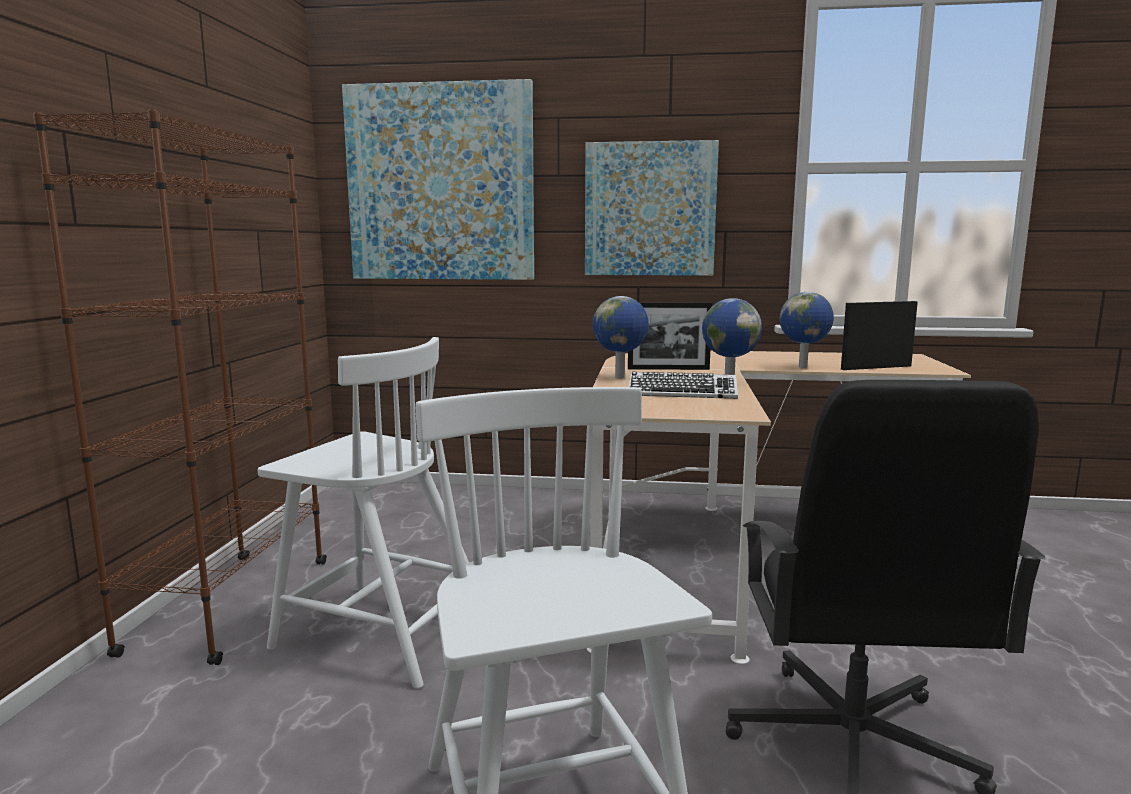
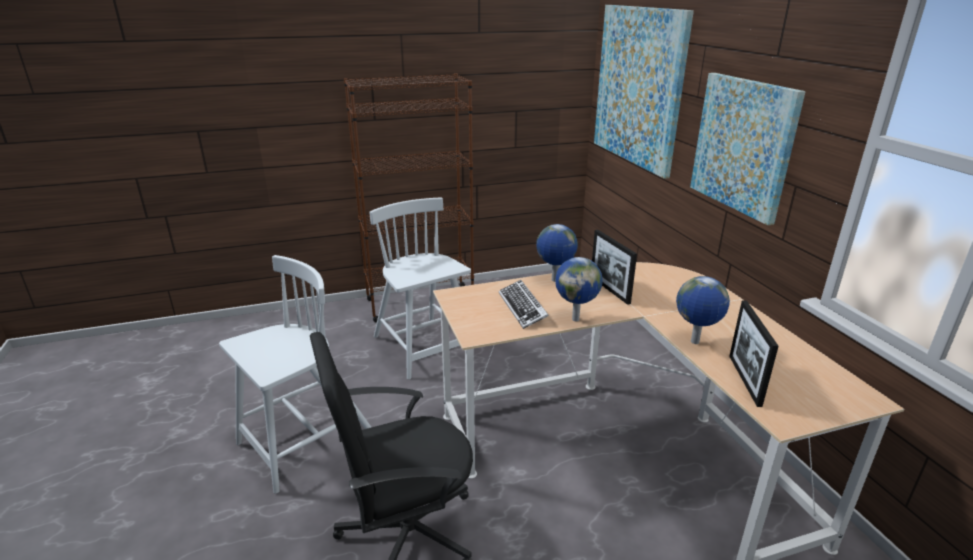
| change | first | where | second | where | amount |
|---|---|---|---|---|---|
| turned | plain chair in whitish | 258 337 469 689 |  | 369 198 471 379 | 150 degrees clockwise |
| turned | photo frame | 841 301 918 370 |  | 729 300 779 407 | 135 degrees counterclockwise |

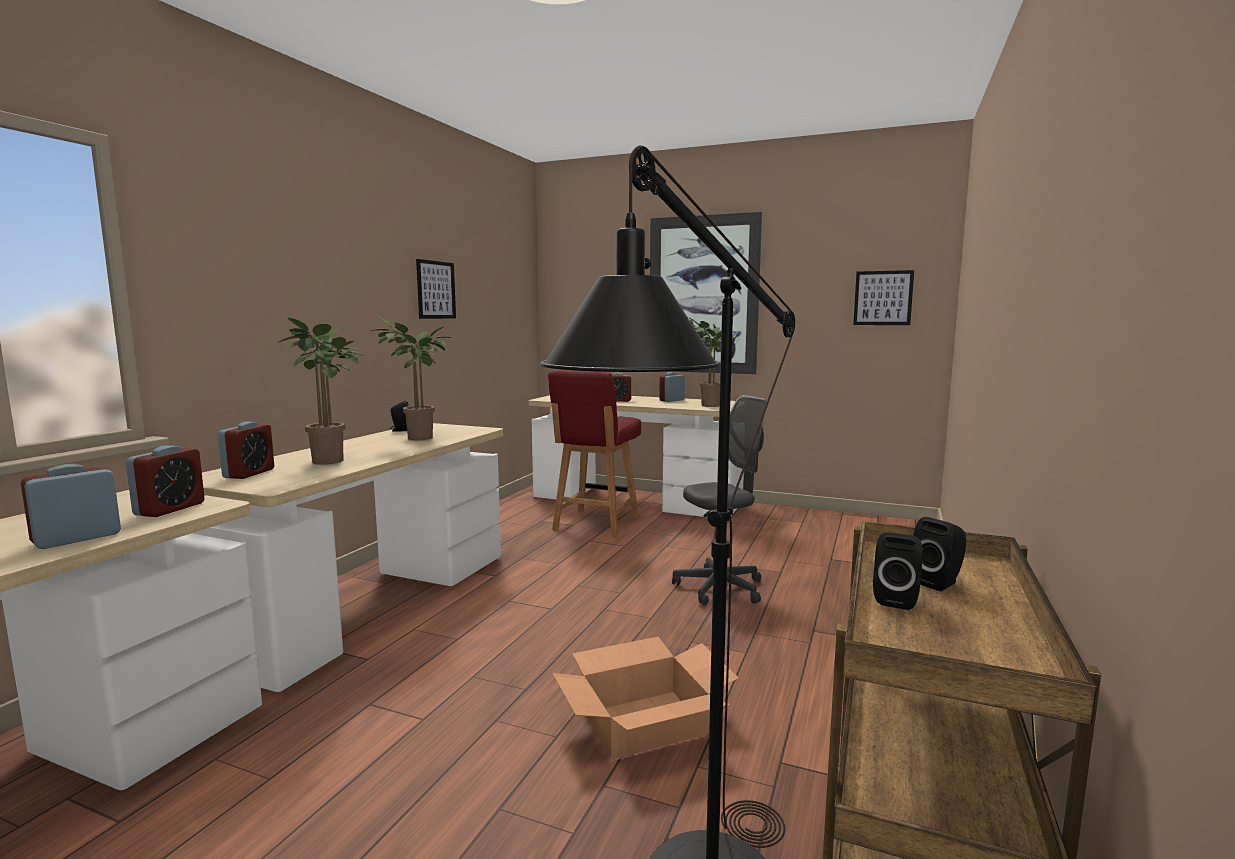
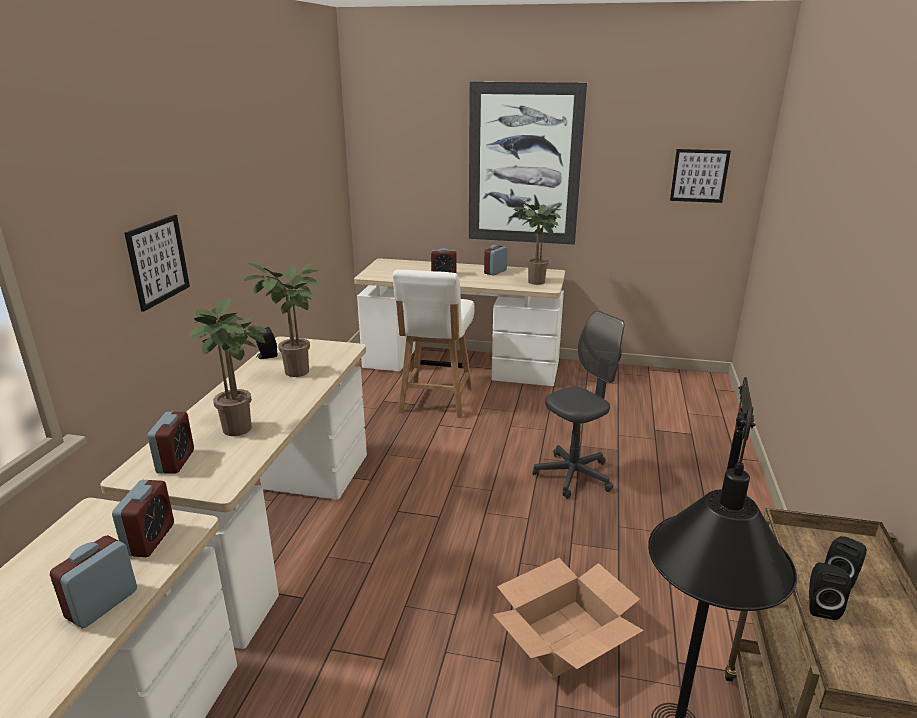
| change | first | where | second | where | amount |
|---|---|---|---|---|---|
| moved | wall picture | 416 259 456 319 |  | 124 215 190 312 |  |
| recoloured | plain chair in reddish | 548 370 641 537 | plain chair in whitish | 393 270 475 418 |  |

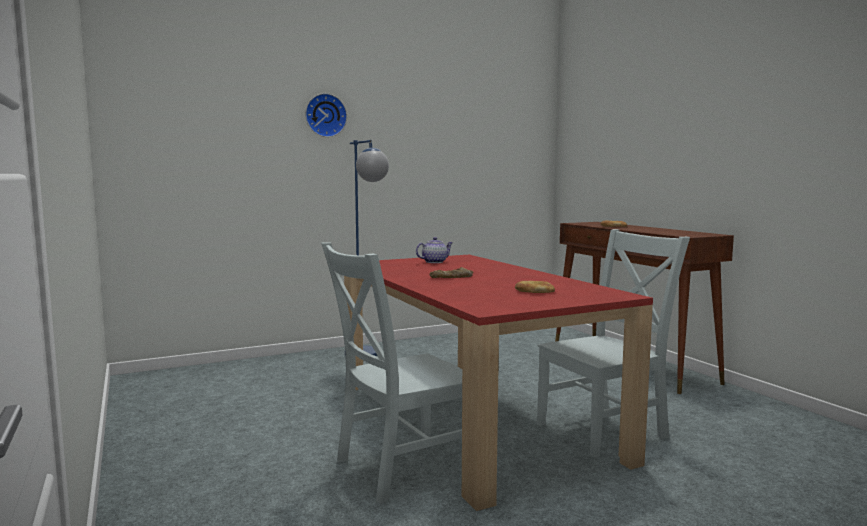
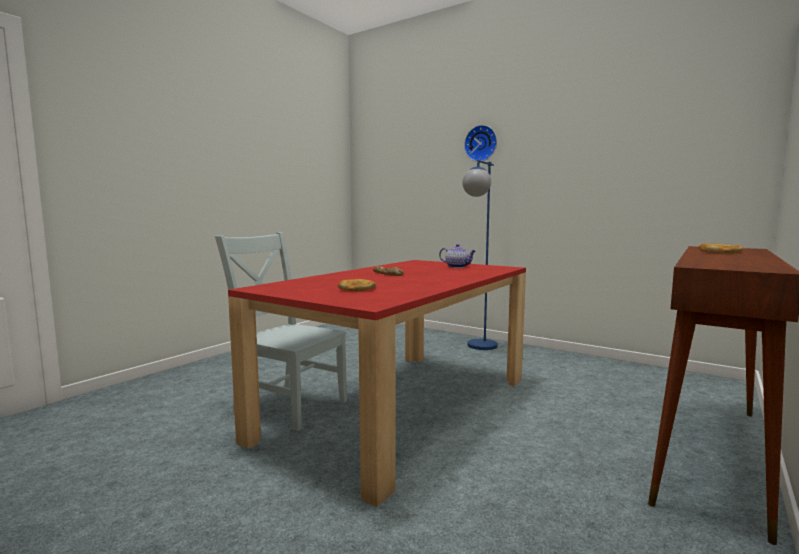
| change | first | where | second | where | amount |
|---|---|---|---|---|---|
| removed | plain chair in grey | 537 229 690 457 |  |  |  |

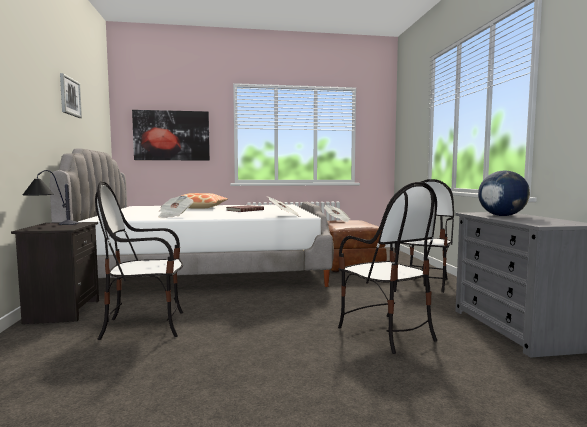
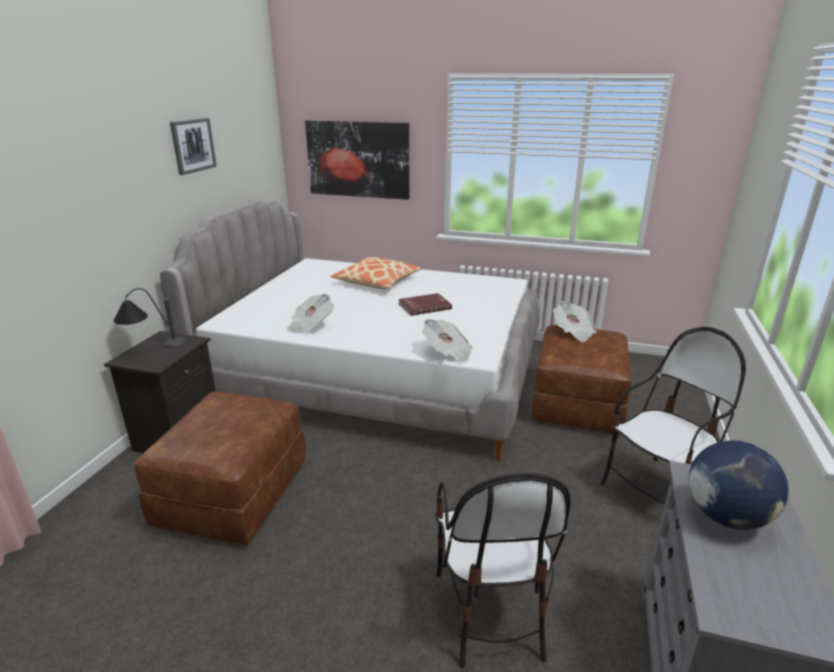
| change | first | where | second | where | amount |
|---|---|---|---|---|---|
| replaced | plain chair | 95 181 183 340 | footrest in brownish | 134 392 306 545 |  |

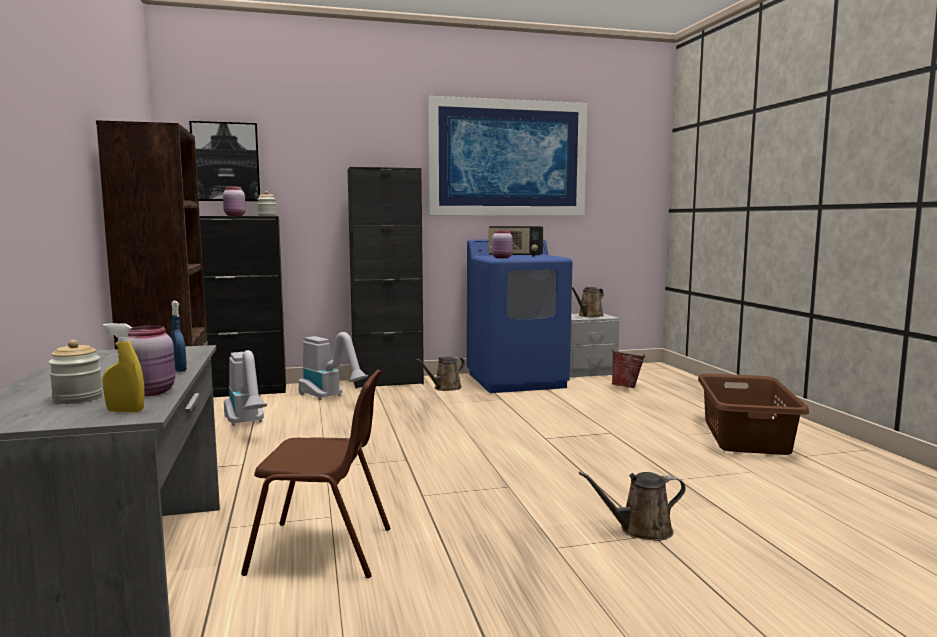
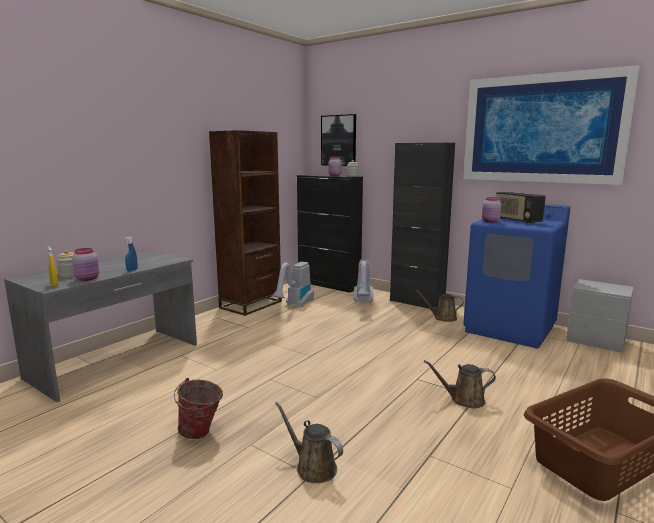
| change | first | where | second | where | amount |
|---|---|---|---|---|---|
| removed | plain chair in brownish | 241 370 390 578 |  |  |  |
| moved | watering can in brownish | 572 287 604 317 |  | 424 360 496 408 |  |
| moved | bucket | 612 349 647 388 |  | 174 378 223 439 |  |

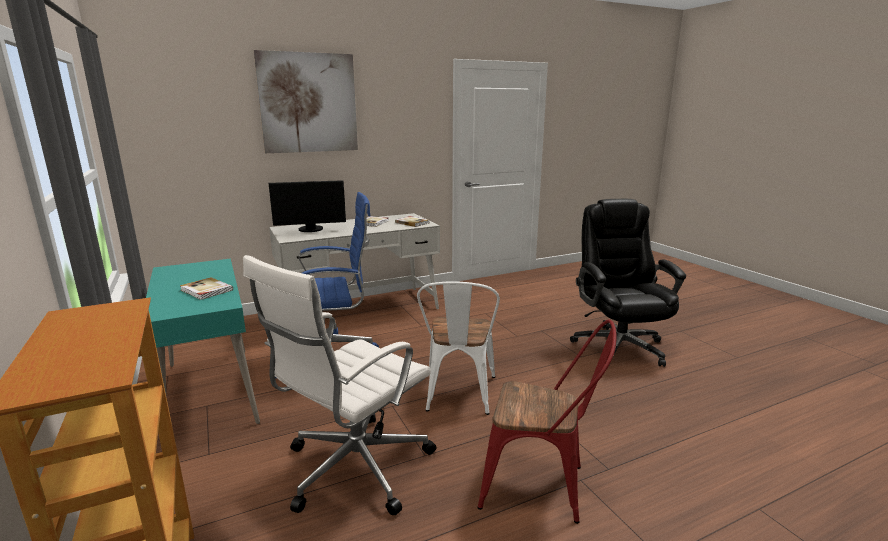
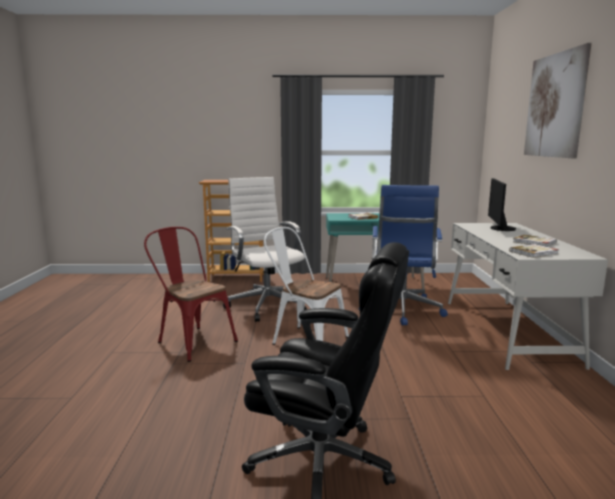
| change | first | where | second | where | amount |
|---|---|---|---|---|---|
| turned | plain chair in reddish | 478 319 616 524 |  | 144 227 238 362 | 90 degrees clockwise |

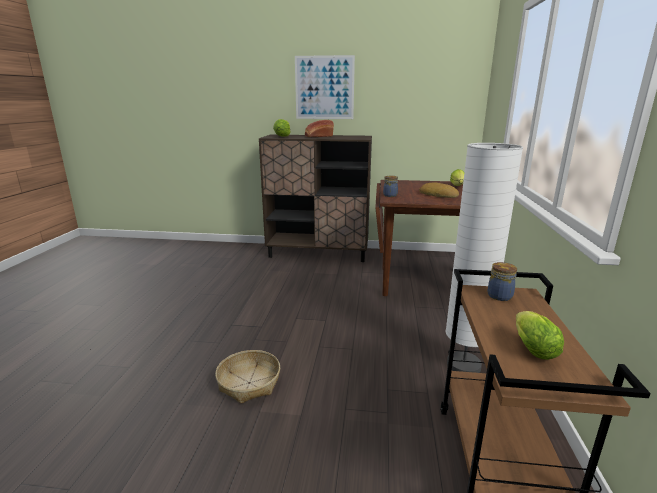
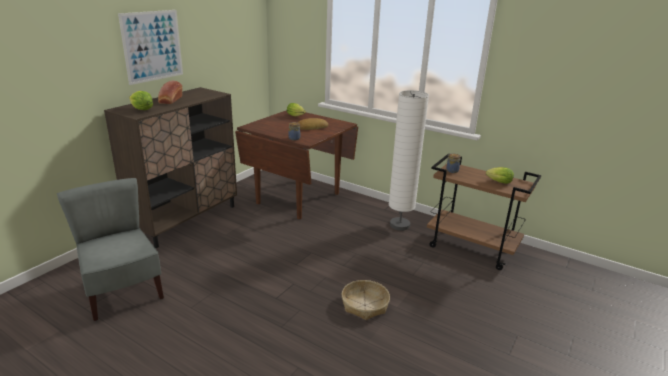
| change | first | where | second | where | amount |
|---|---|---|---|---|---|
| added |  |  | plain chair in grey | 57 178 164 321 |  |

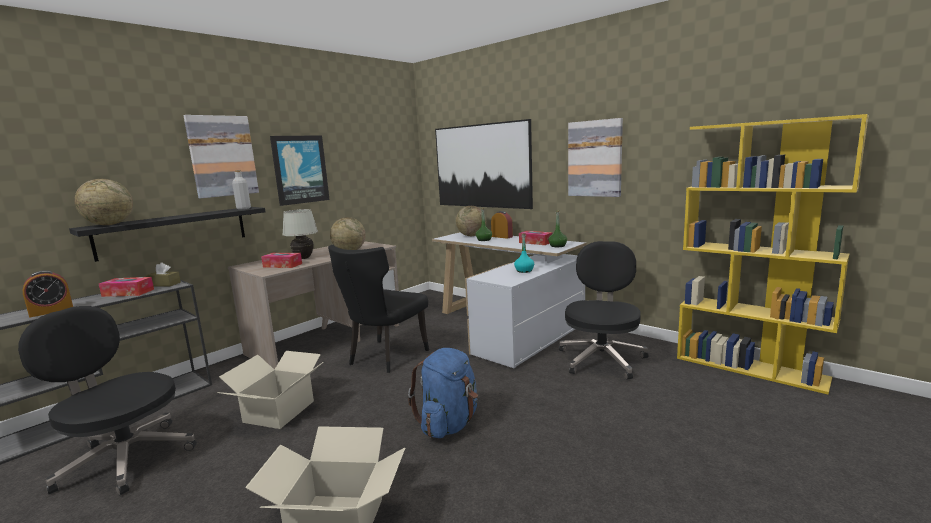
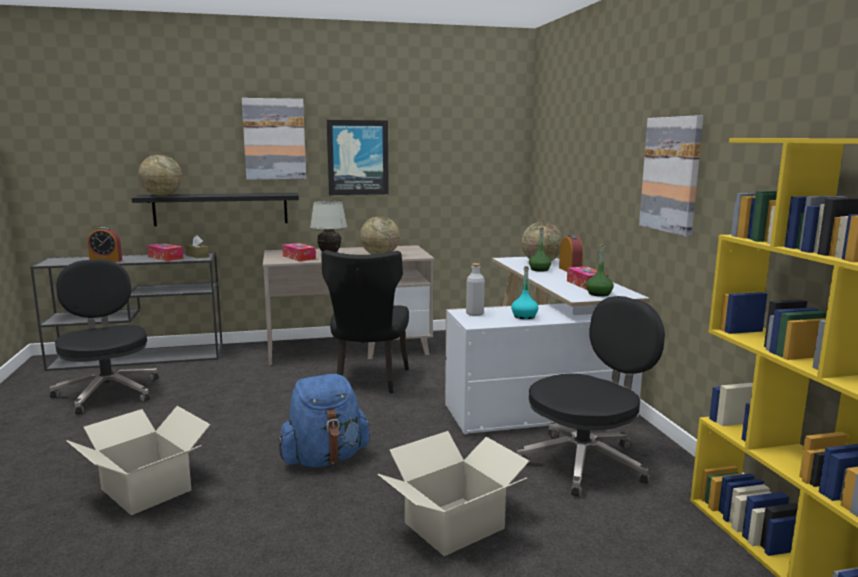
| change | first | where | second | where | amount |
|---|---|---|---|---|---|
| moved | cardboard box | 217 351 323 429 |  | 378 431 529 556 |  |
| moved | beverage bottle in grey | 232 170 251 209 |  | 466 263 485 316 |  |
| turned | plain chair in black | 328 244 429 373 |  | 321 250 409 394 | 60 degrees counterclockwise |
| removed | wall picture | 435 119 533 209 |  |  |  |

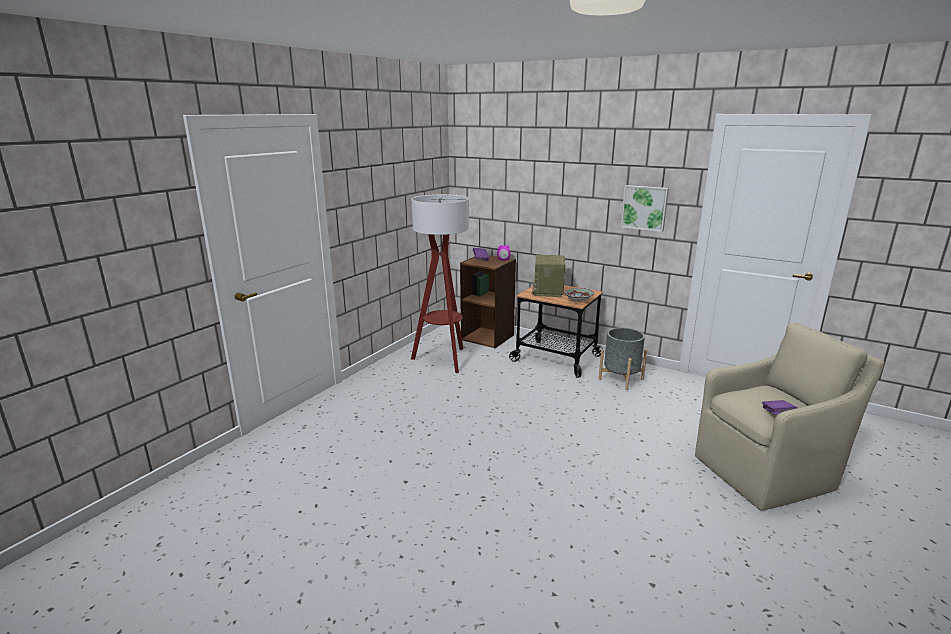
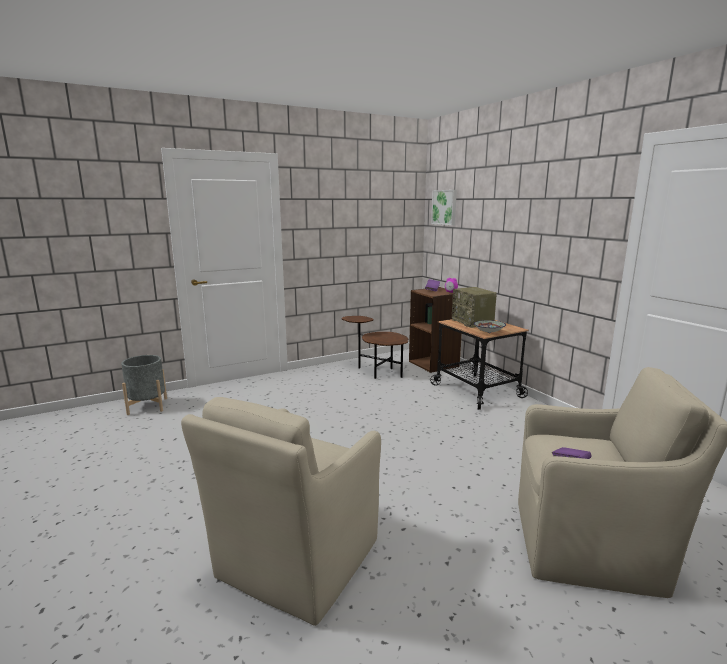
| change | first | where | second | where | amount |
|---|---|---|---|---|---|
| replaced | standard lamp | 411 194 469 373 | end table in brownish | 342 316 408 379 |  |
| turned | radio set | 531 255 565 297 |  | 452 287 497 328 | 60 degrees counterclockwise |
| moved | plant pot in grey | 598 328 647 390 |  | 121 355 167 415 |  |
| moved | wall picture | 621 185 669 232 |  | 431 190 457 225 |  |
| added |  |  | armchair in beige-coloured | 181 397 381 626 |  |

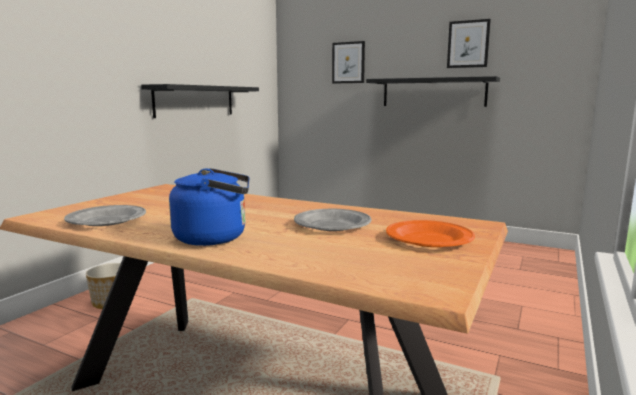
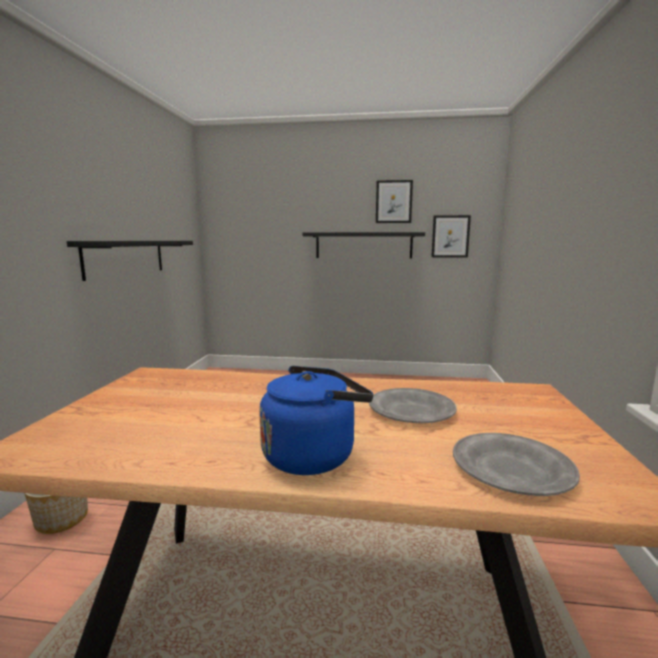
| change | first | where | second | where | amount |
|---|---|---|---|---|---|
| moved | dinner plate in grey | 64 205 146 226 |  | 453 433 580 496 |  |
| moved | wall picture | 332 41 365 84 |  | 431 215 471 258 |  |
| removed | dinner plate in orangey | 386 220 475 247 |  |  |  |

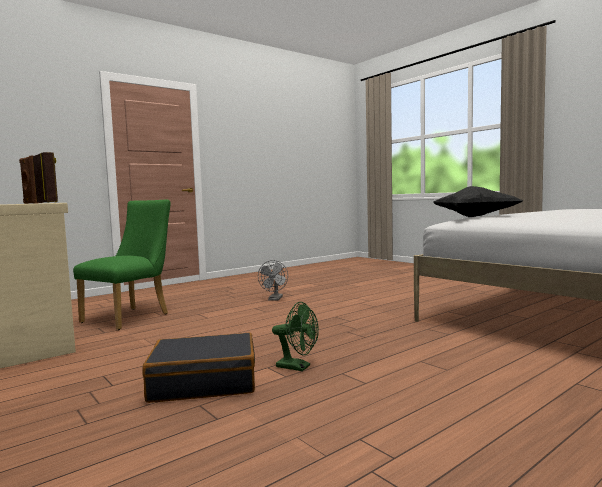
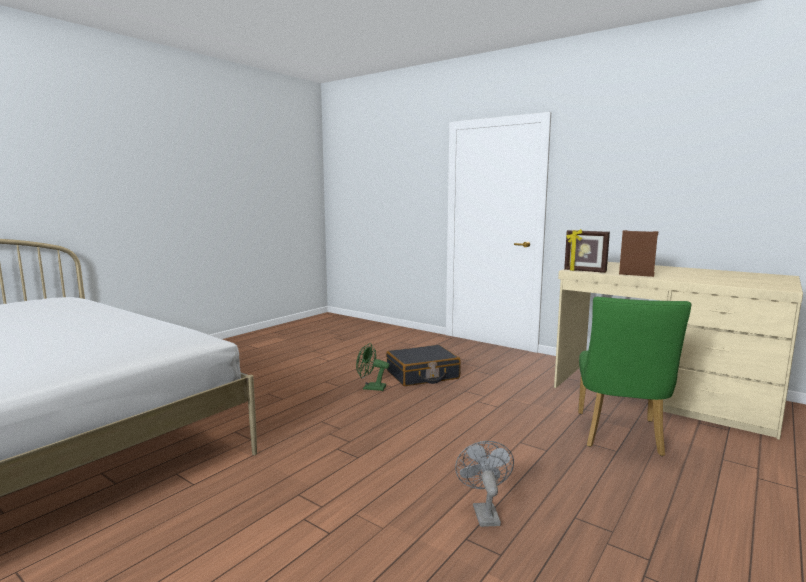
| change | first | where | second | where | amount |
|---|---|---|---|---|---|
| removed | pillow in black | 433 186 523 217 |  |  |  |

